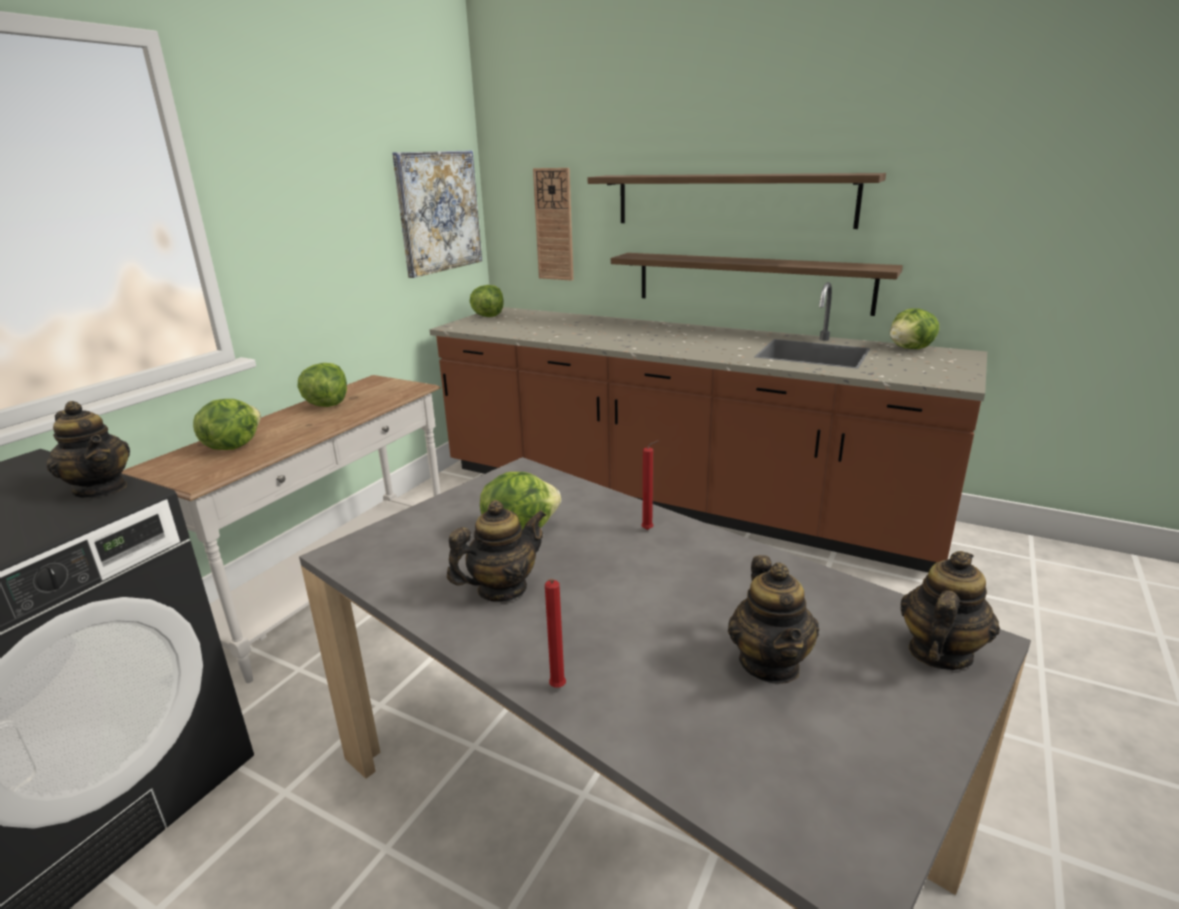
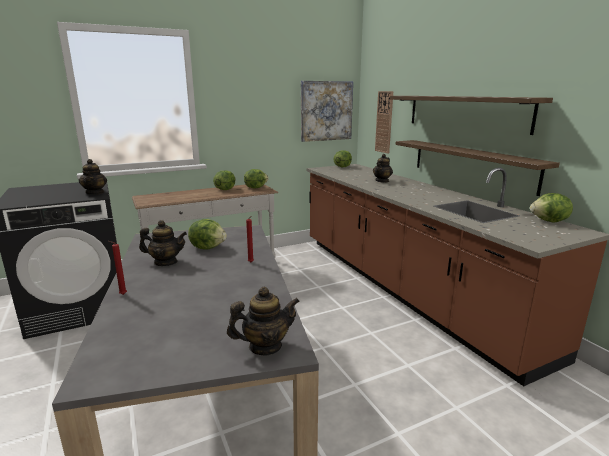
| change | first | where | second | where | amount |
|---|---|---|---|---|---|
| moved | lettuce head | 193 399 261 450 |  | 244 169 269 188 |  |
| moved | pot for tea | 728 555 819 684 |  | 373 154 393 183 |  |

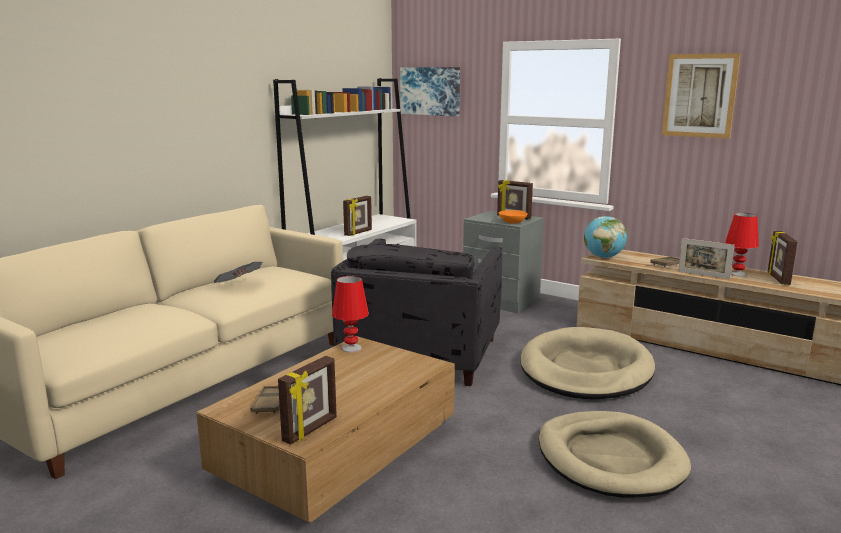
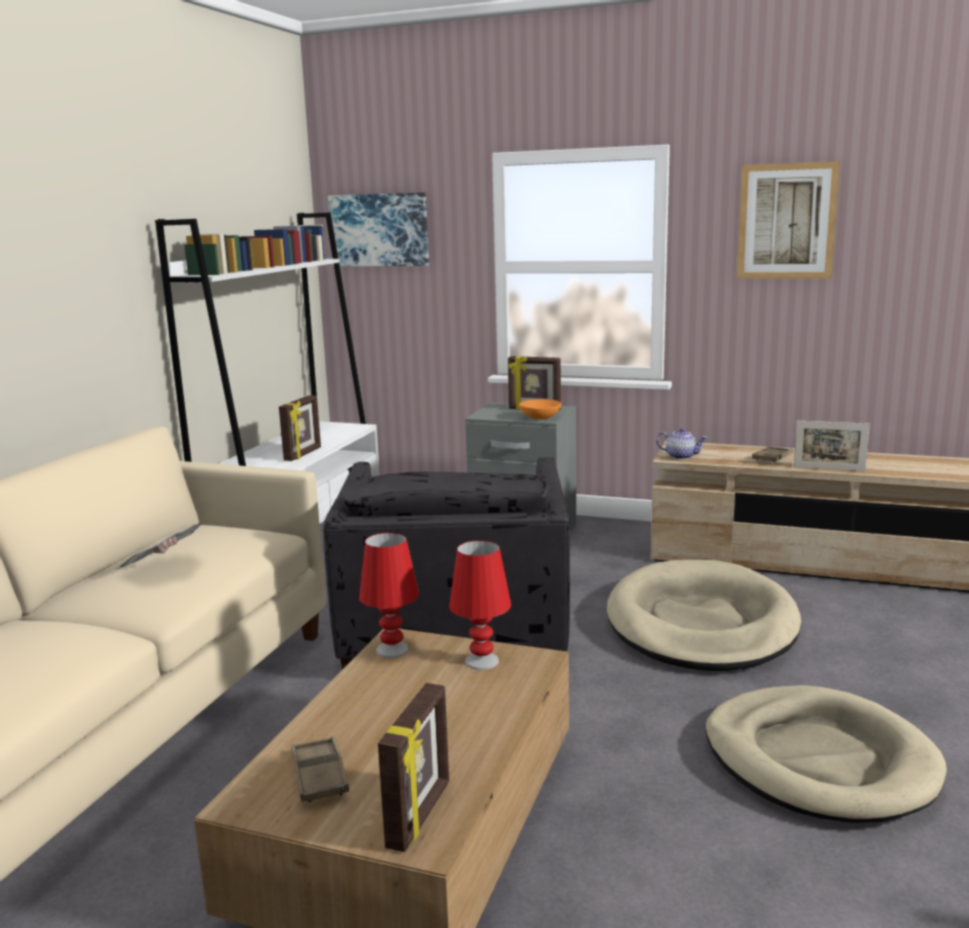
| change | first | where | second | where | amount |
|---|---|---|---|---|---|
| replaced | world globe | 584 216 627 258 | pot for tea | 656 428 707 459 |  |
| moved | lamp for a table in reddish | 725 213 759 277 |  | 449 540 511 670 |  |
| removed | photo frame | 768 231 798 285 |  |  |  |

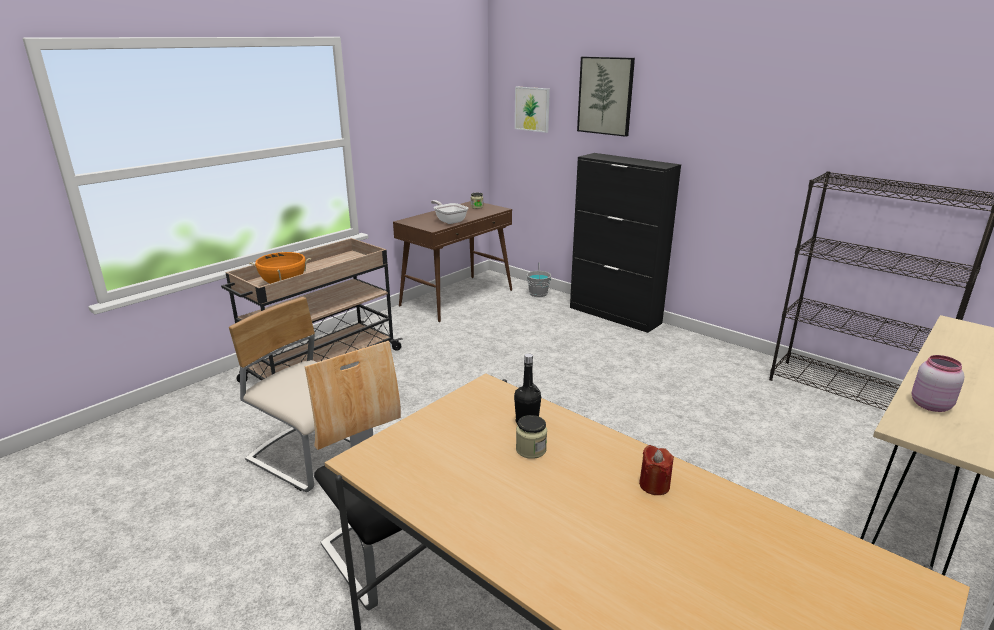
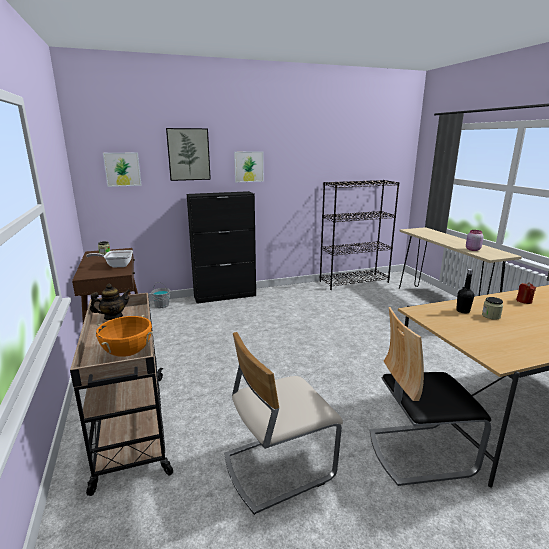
| change | first | where | second | where | amount |
|---|---|---|---|---|---|
| added |  |  | pot for tea | 90 284 130 320 |  |
| added |  |  | wall picture | 234 151 264 182 |  |

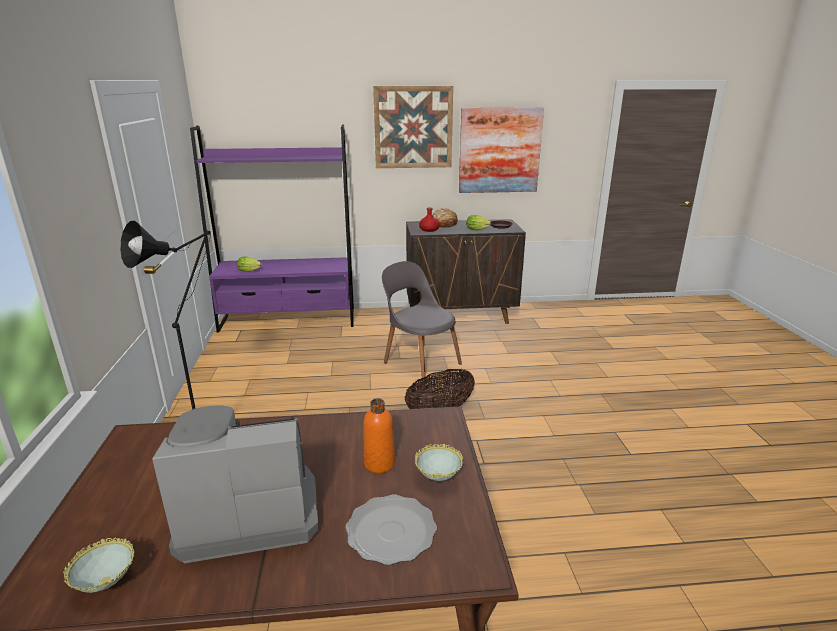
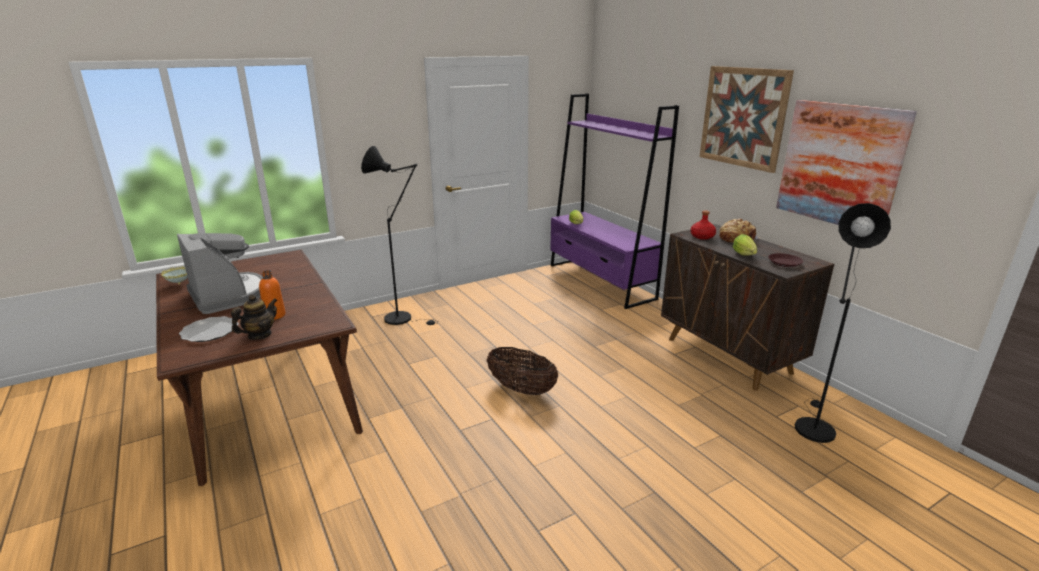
| change | first | where | second | where | amount |
|---|---|---|---|---|---|
| removed | plain chair in grey | 382 261 462 381 |  |  |  |
| replaced | serving bowl | 415 444 463 481 | pot for tea | 231 294 277 340 |  |
| added |  |  | standard lamp in black | 795 203 891 443 |  |

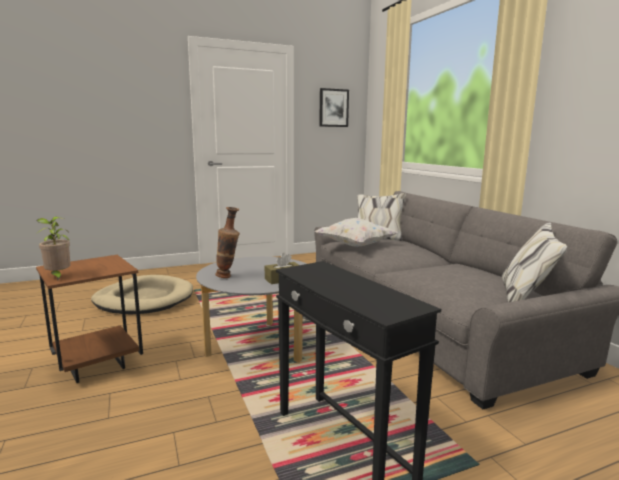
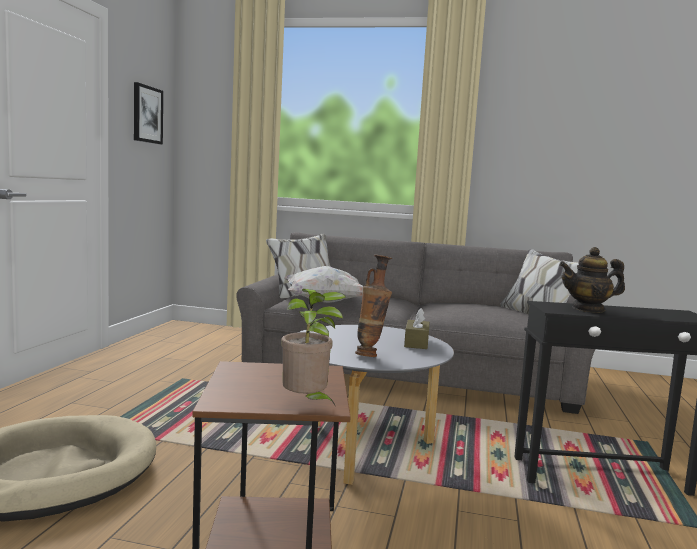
| change | first | where | second | where | amount |
|---|---|---|---|---|---|
| added |  |  | pot for tea | 559 247 625 313 |  |

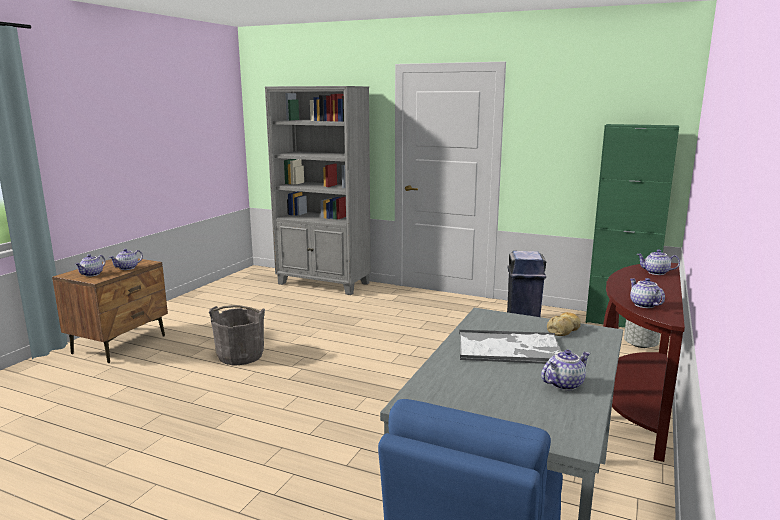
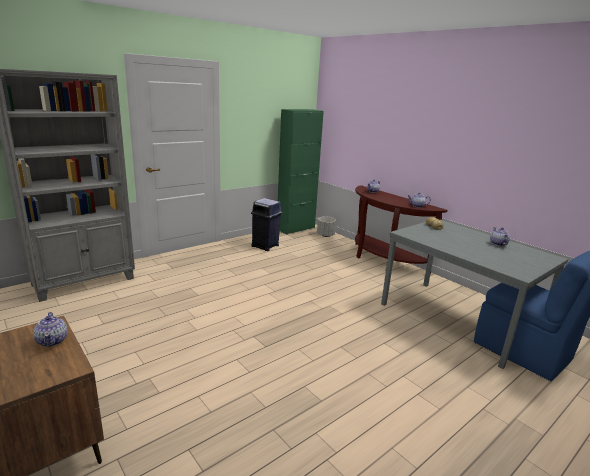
| change | first | where | second | where | amount |
|---|---|---|---|---|---|
| removed | pot for tea | 75 254 105 277 |  |  |  |
| removed | bucket in grey | 209 305 265 365 |  |  |  |
| removed | carrying tray | 459 330 561 364 |  |  |  |

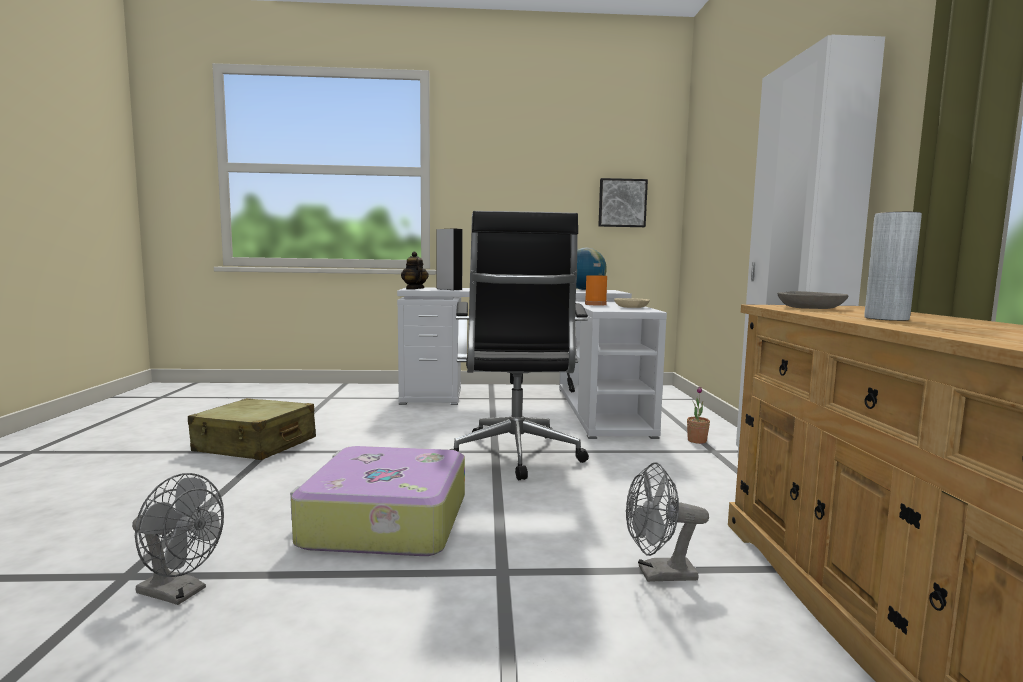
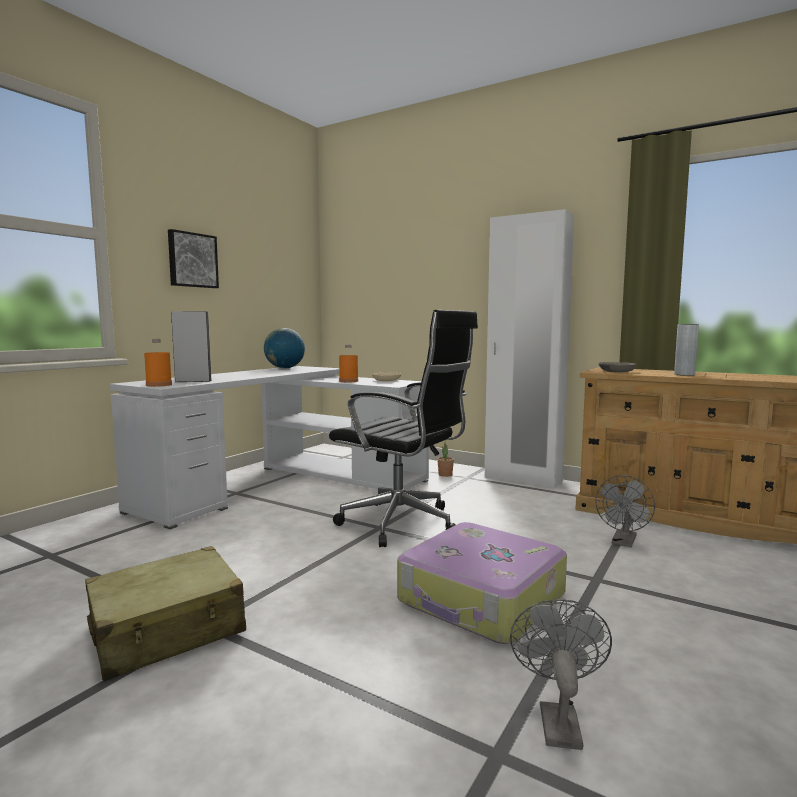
| change | first | where | second | where | amount |
|---|---|---|---|---|---|
| turned | cooling fan in grey | 132 473 224 605 |  | 510 599 612 750 | 45 degrees counterclockwise |
| replaced | pot for tea | 401 251 428 289 | beverage bottle in orangey | 144 339 172 387 |  |
| moved | wall picture | 598 178 648 227 |  | 168 229 219 288 |  |

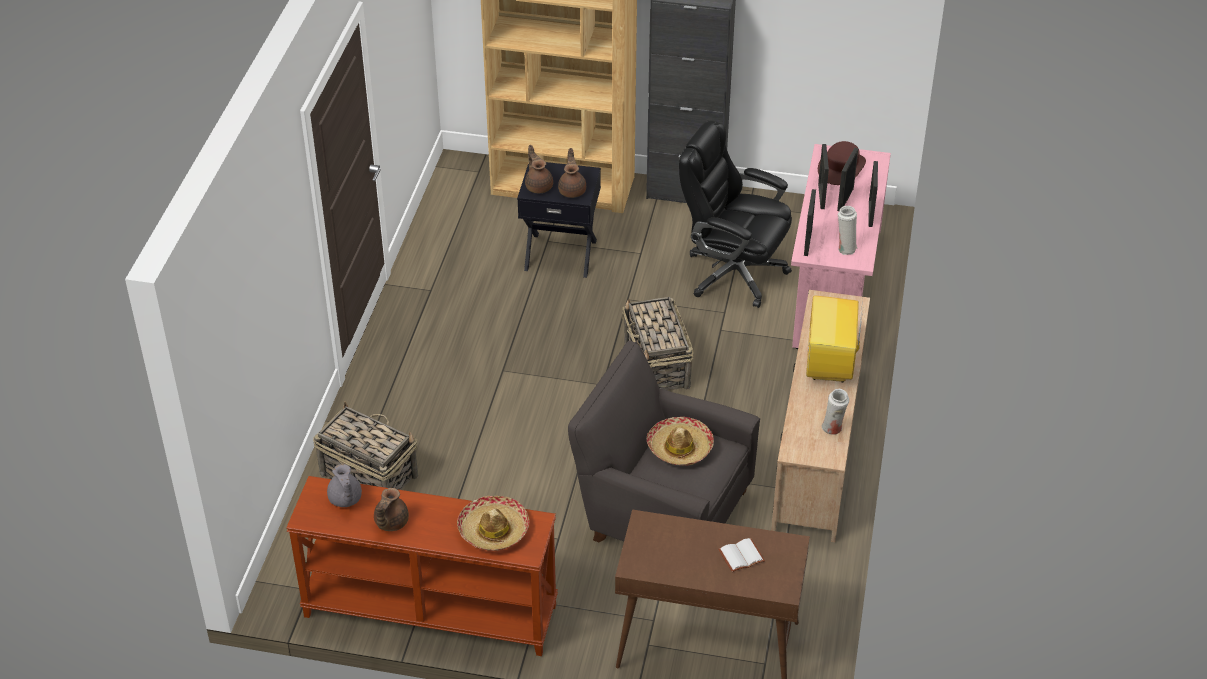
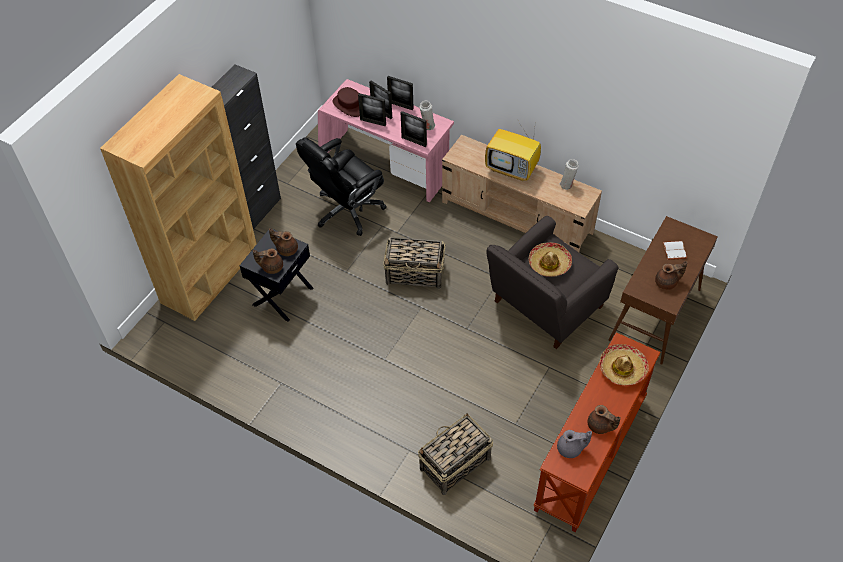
| change | first | where | second | where | amount |
|---|---|---|---|---|---|
| added |  |  | pot for tea in brownish | 655 261 688 290 |  |

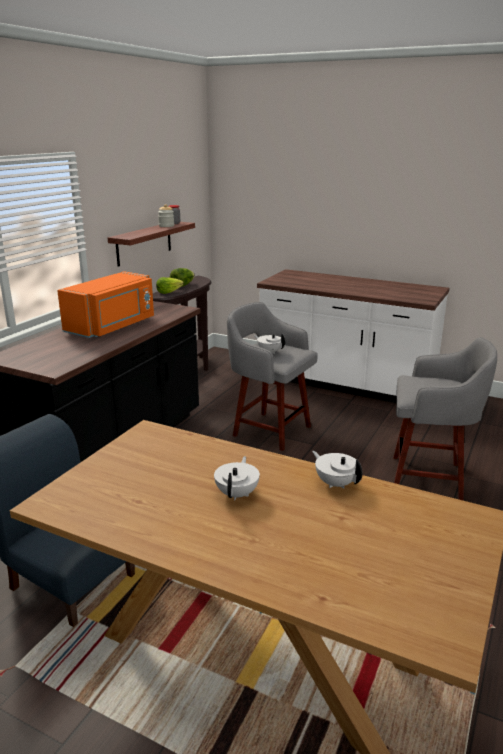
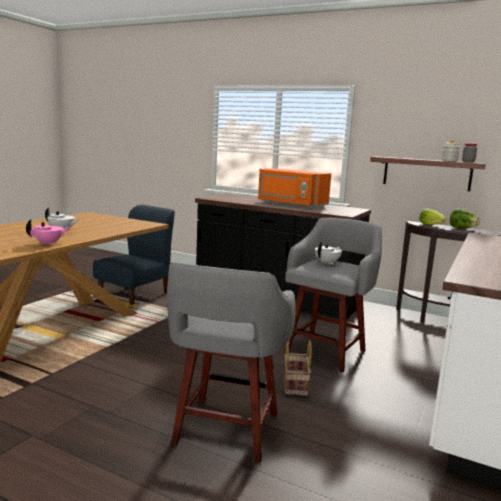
| change | first | where | second | where | amount |
|---|---|---|---|---|---|
| recoloured | pot for tea in whitish | 312 451 363 489 | pot for tea in pink | 26 219 70 245 |  |
| added |  |  | basket | 284 340 312 396 |  |

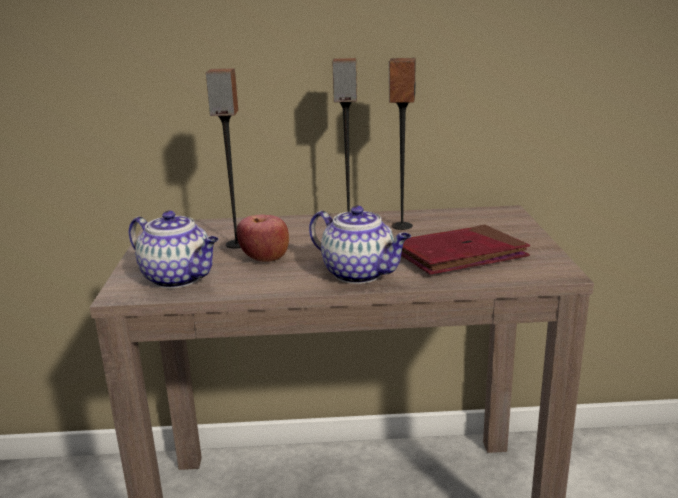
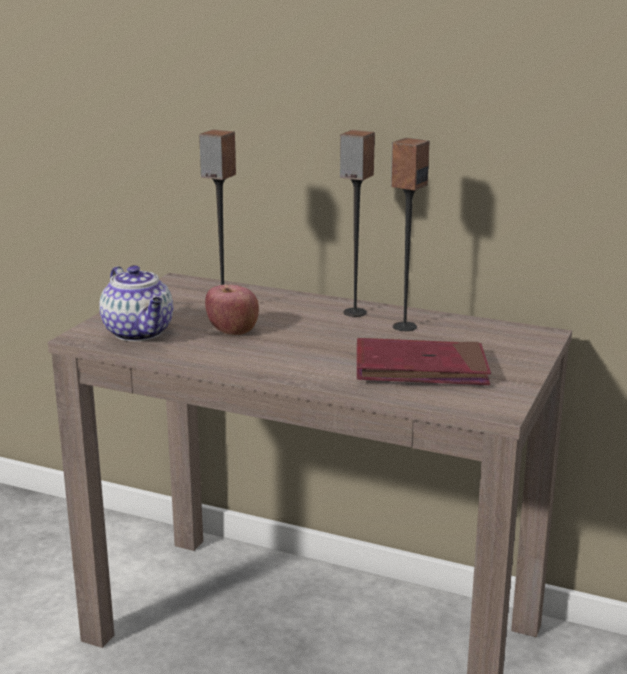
| change | first | where | second | where | amount |
|---|---|---|---|---|---|
| removed | pot for tea | 309 206 411 284 |  |  |  |

